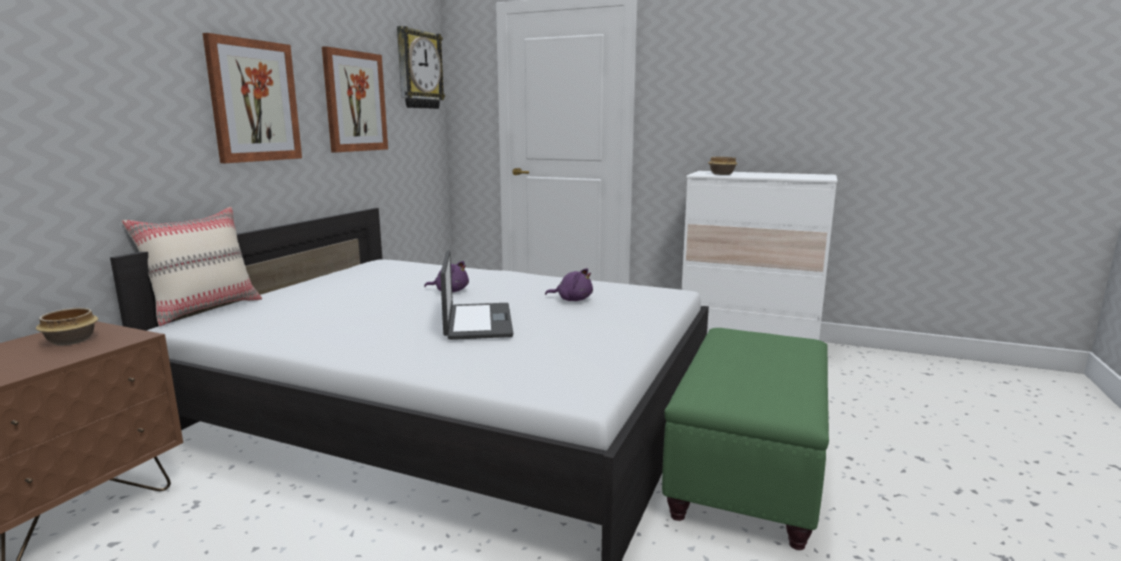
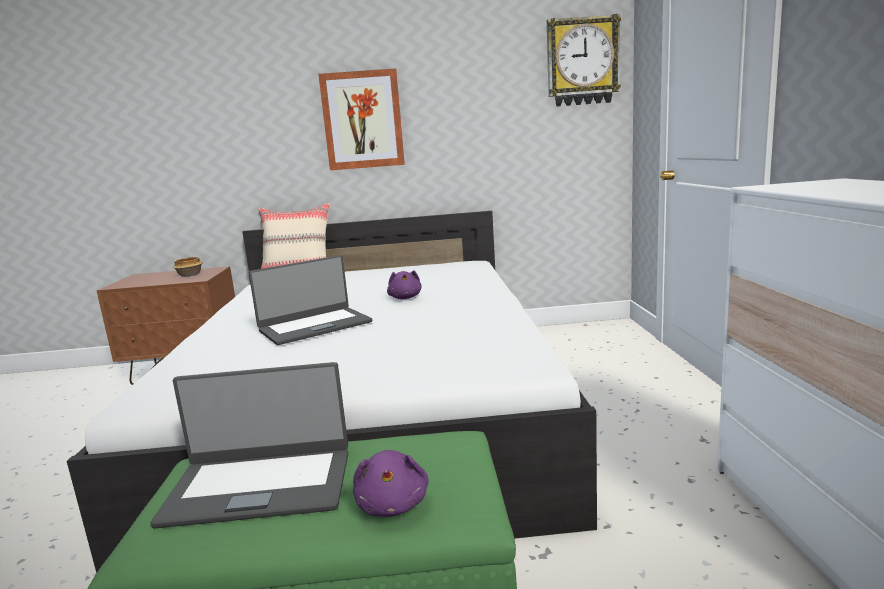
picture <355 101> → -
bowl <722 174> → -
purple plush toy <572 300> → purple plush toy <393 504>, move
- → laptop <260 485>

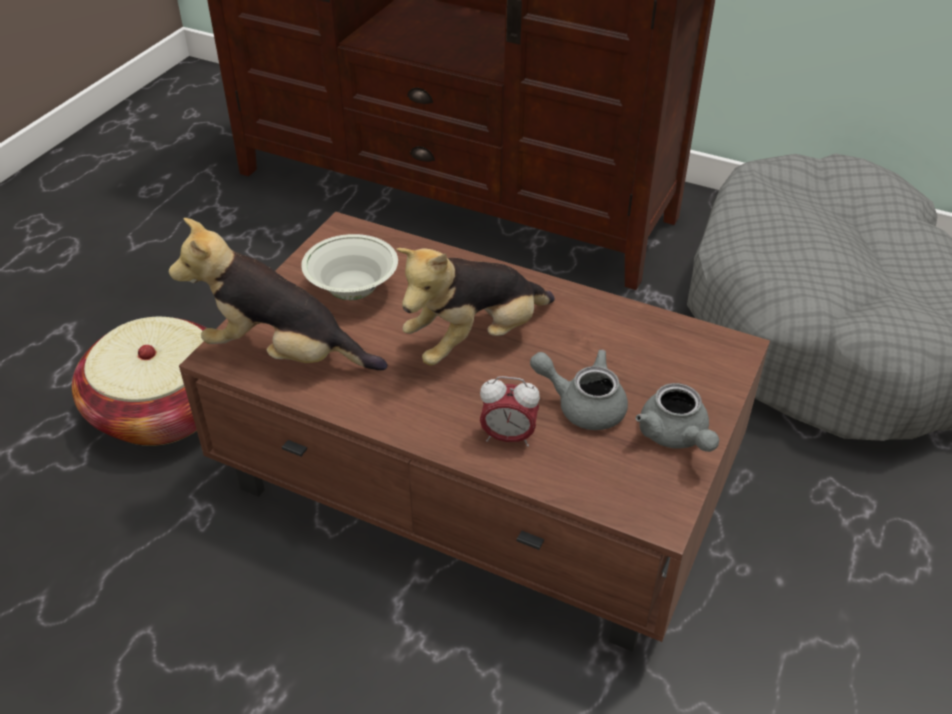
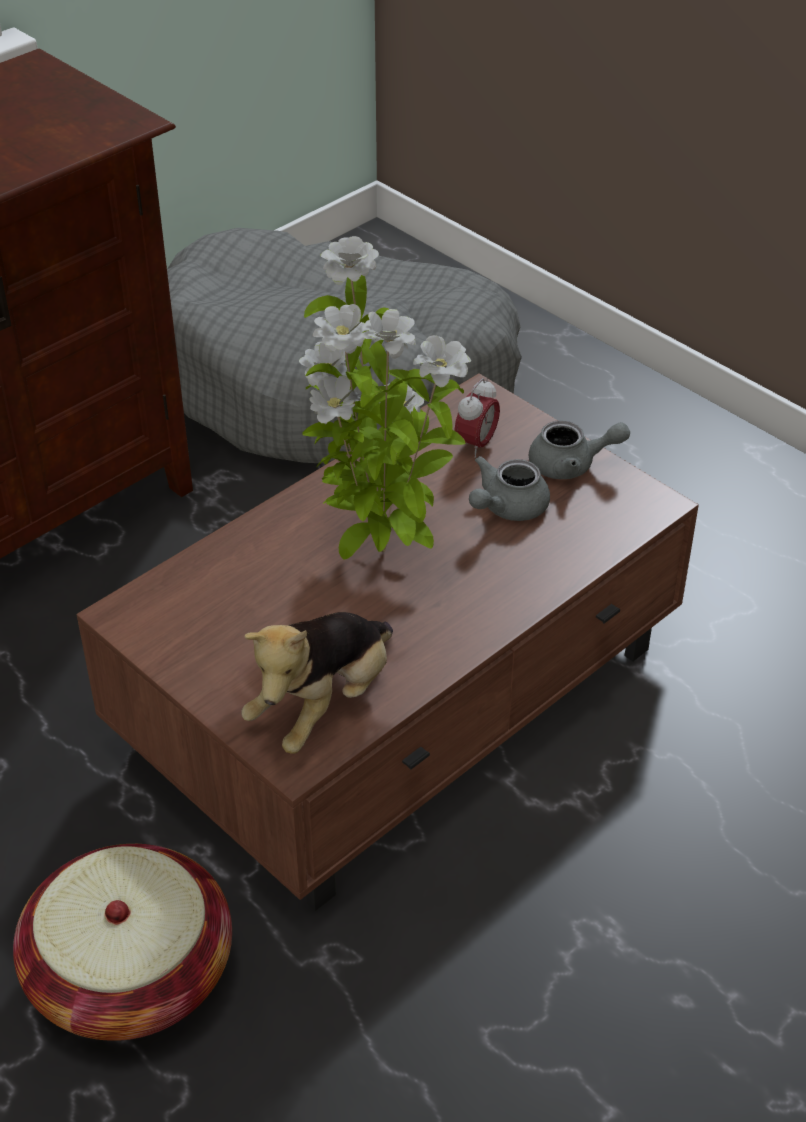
white bowl <352 291> → -
plush toy <475 340> → potted plant <379 553>
alarm clock <508 437> → alarm clock <476 444>, move

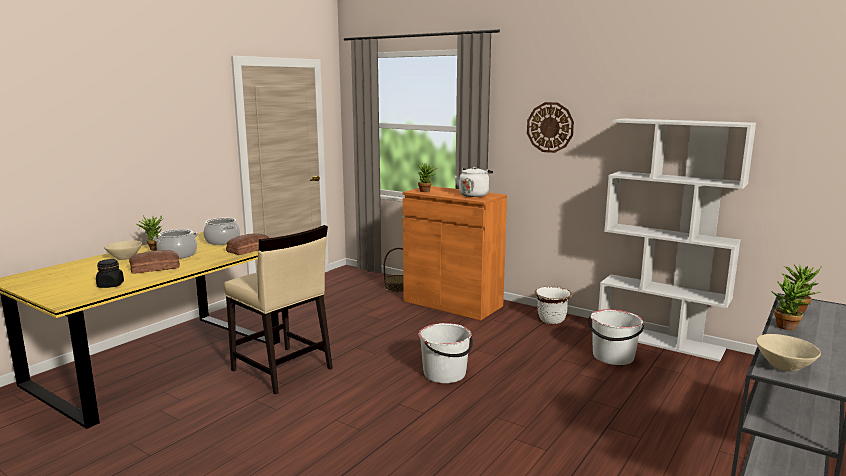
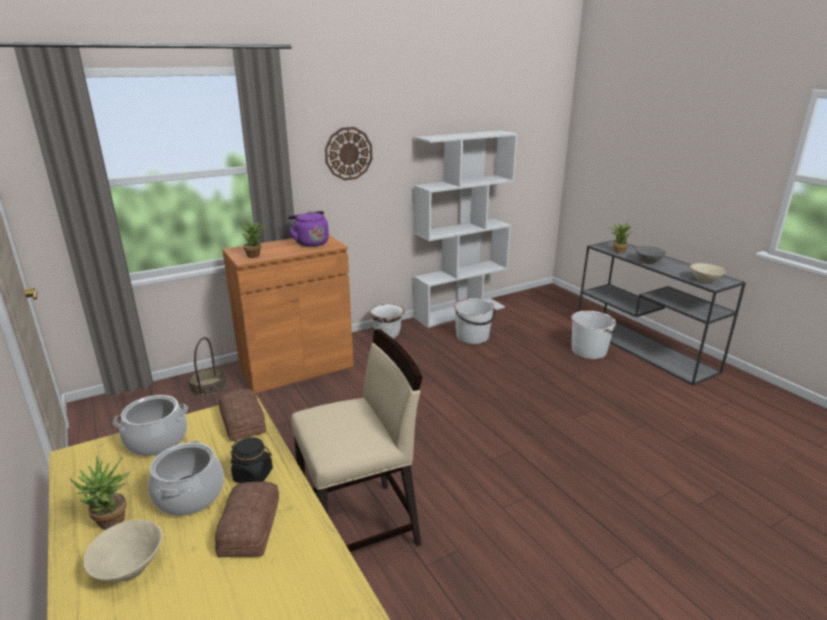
white kettle <474 195> → purple kettle <310 243>
black jar <110 285> → black jar <253 475>, move
potted plant <788 328> → grey bowl <648 262>
white bucket <445 374> → white bucket <589 351>, move

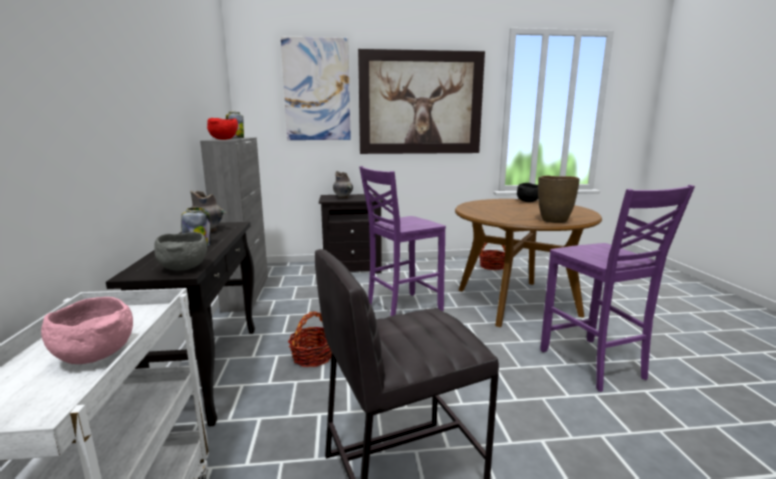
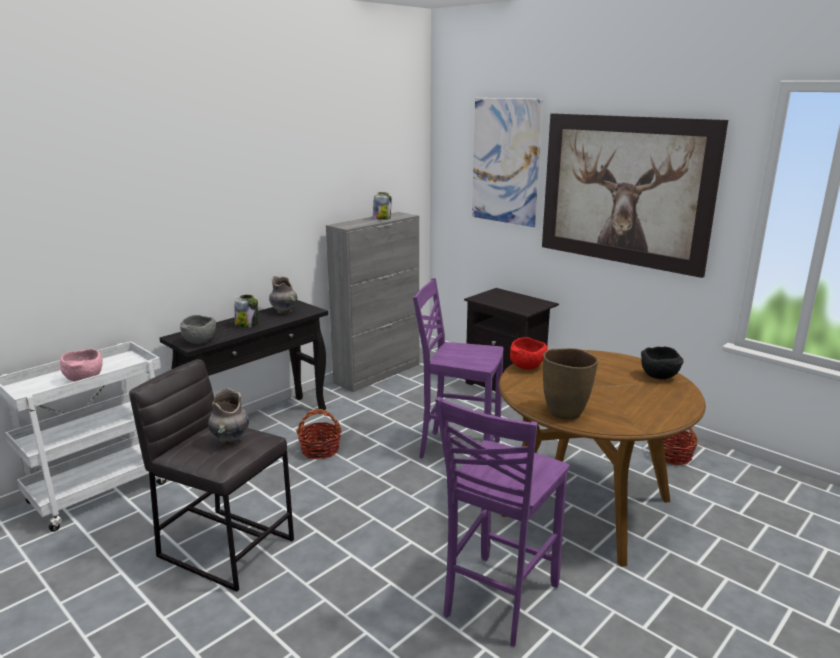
red bowl <224 139> → red bowl <527 367>, move
grey vase <343 197> → grey vase <230 440>, move

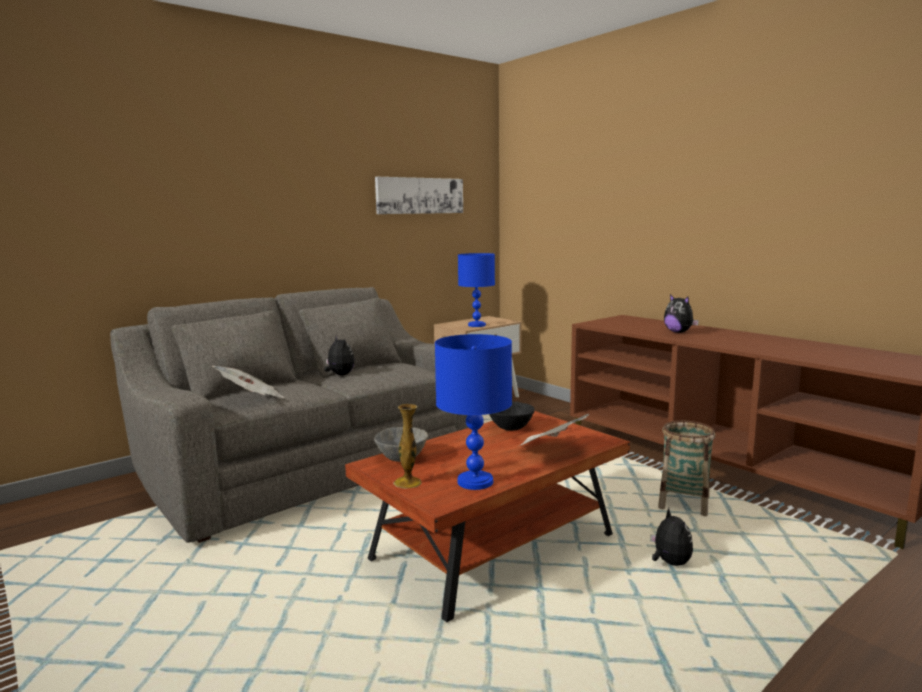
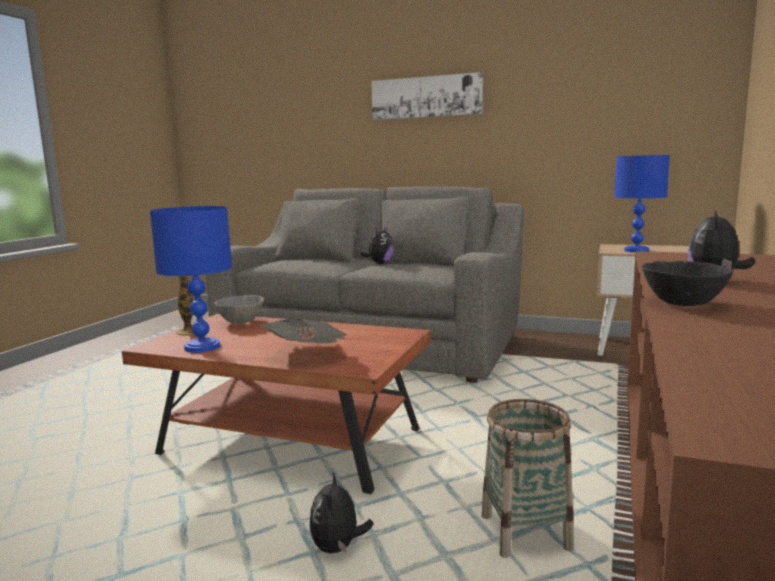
picture <420 195> → picture <426 97>, move
newspaper <252 399> → -
black bowl <511 428> → black bowl <683 303>, move
plush toy <669 563> → plush toy <338 547>, 135 degrees clockwise

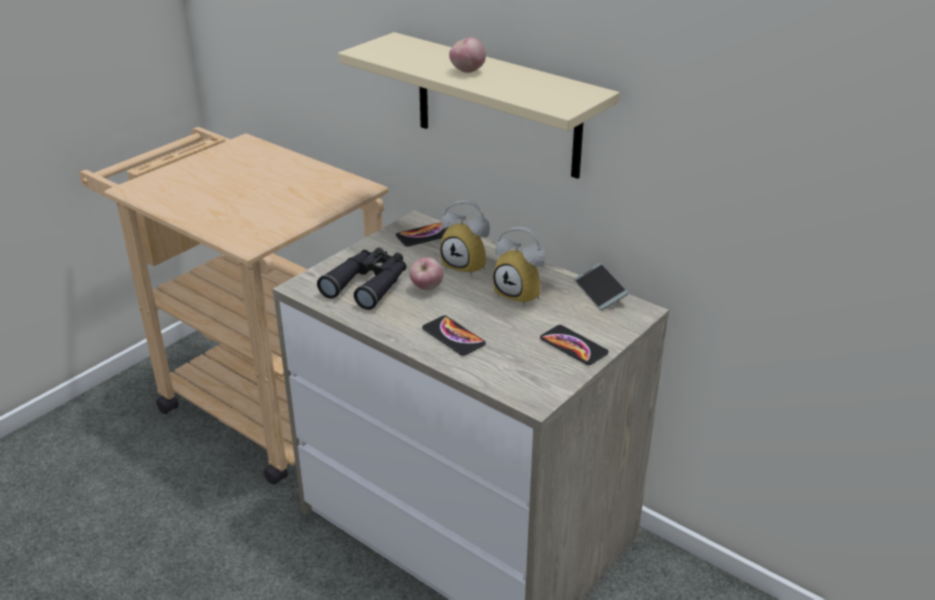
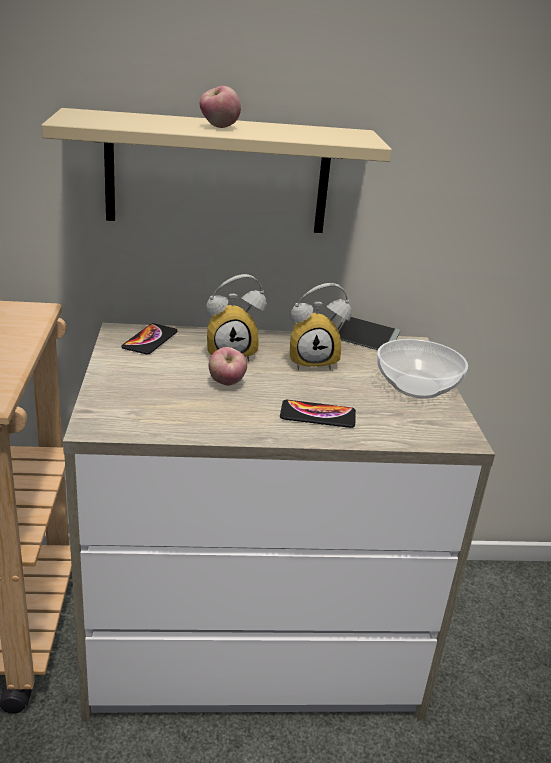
black binoculars <368 284> → -
phone <573 346> → bowl <415 386>

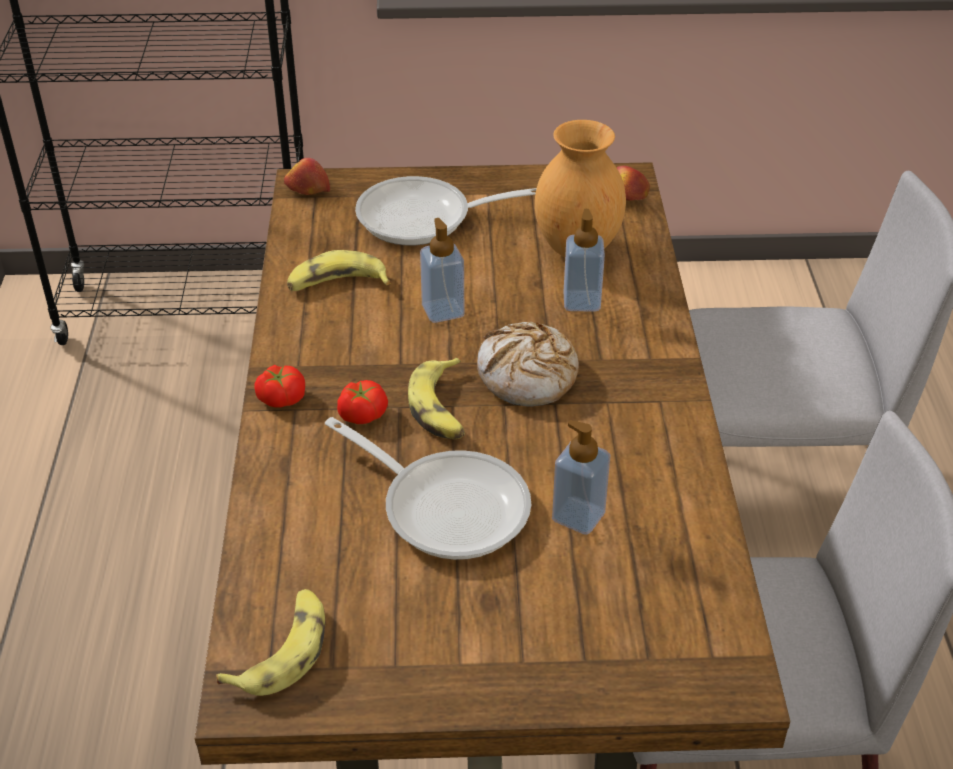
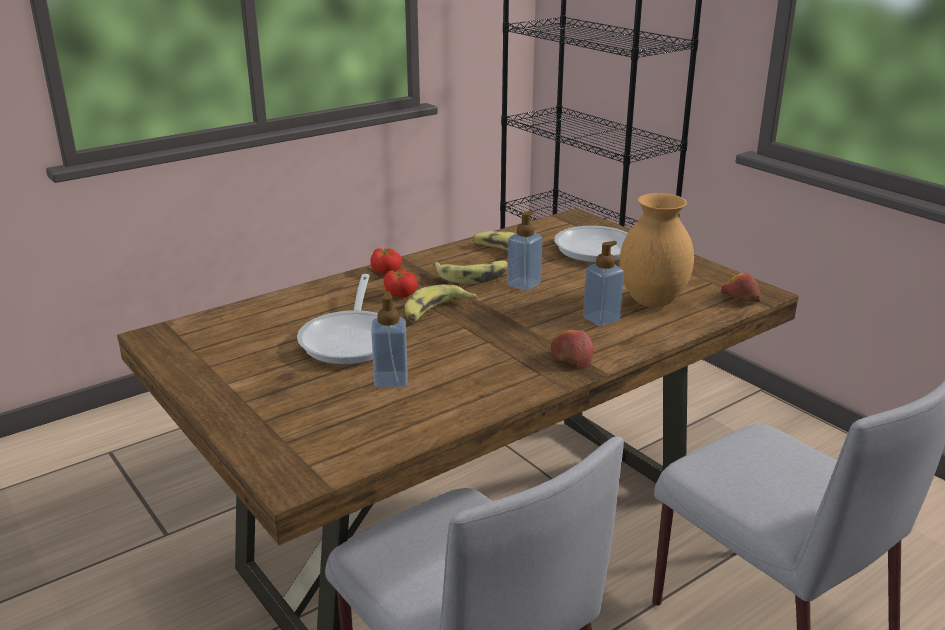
apple <307 189> → apple <571 358>, move
bread <527 376> → -
banana <282 651> → banana <472 276>, move

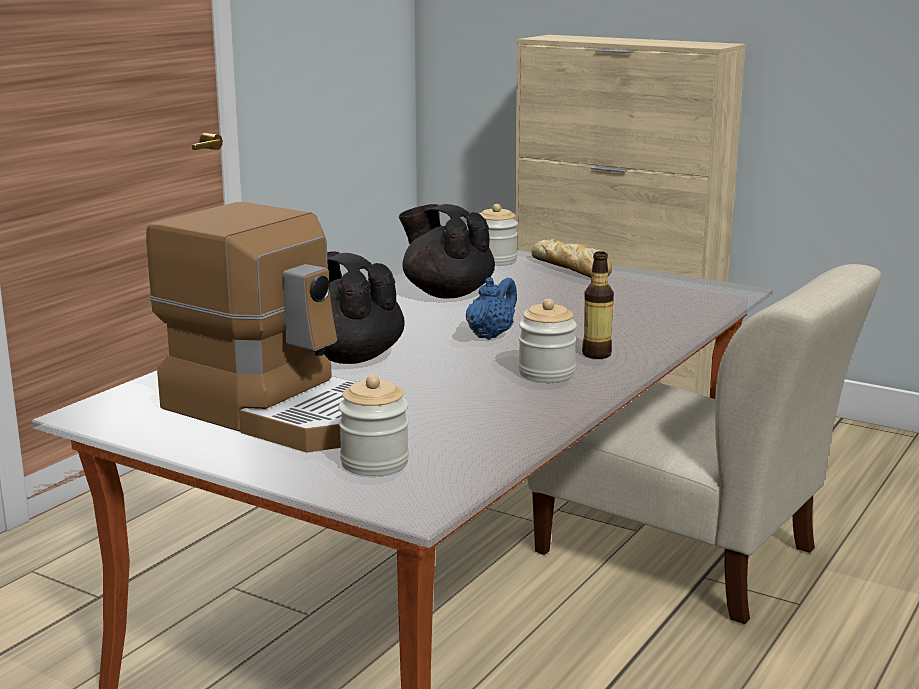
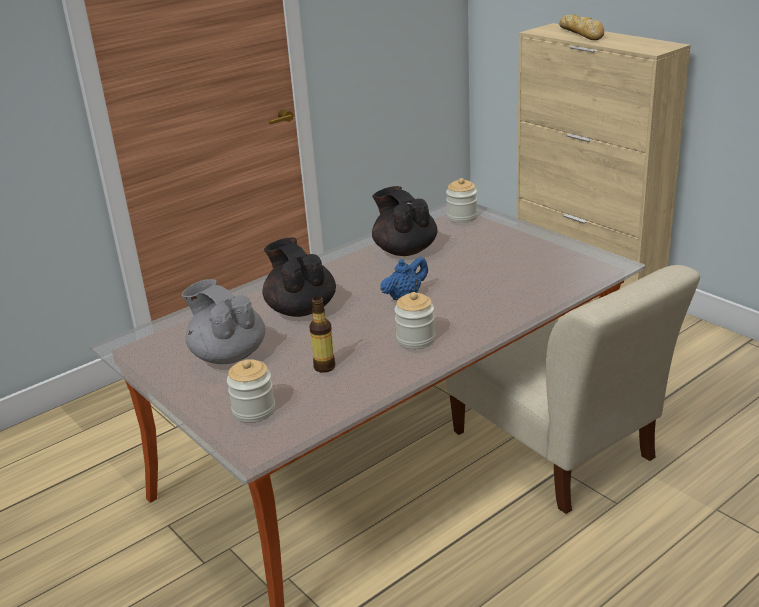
coffee machine <279 410> → grey teapot <228 355>
bread <572 268> → bread <581 34>, move
bottle <596 354> → bottle <324 367>, move

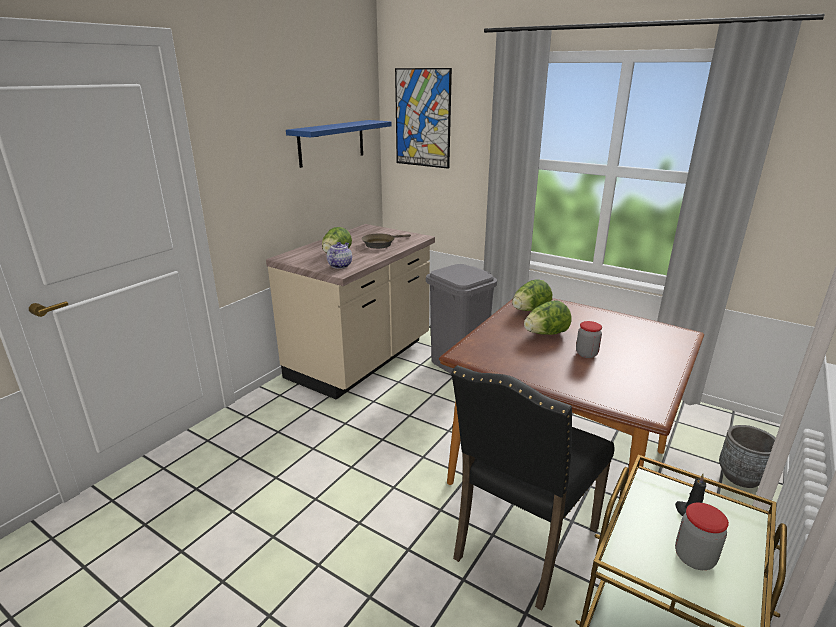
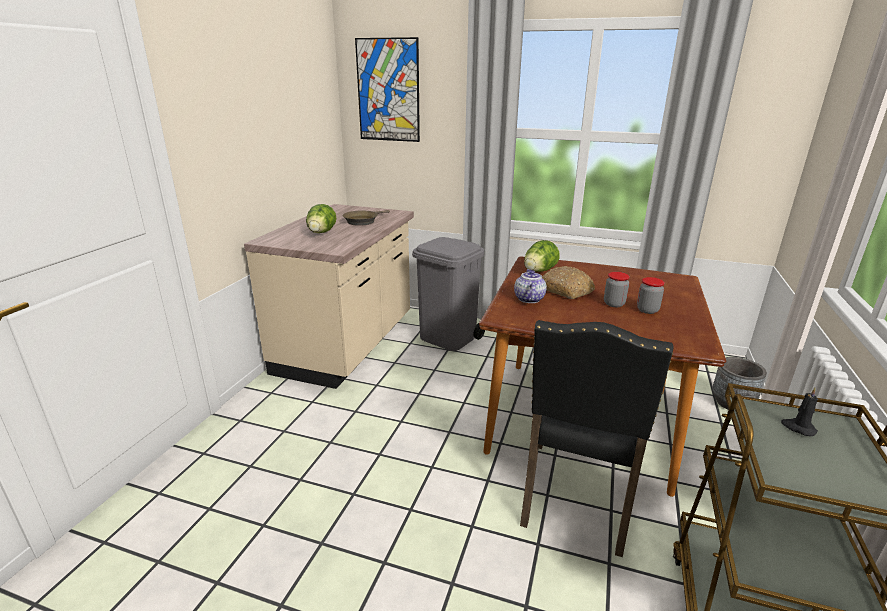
blue shelf <331 142> → -
teapot <340 265> → teapot <528 299>, move
lettuce <546 334> → bread <566 290>
jar <694 557> → jar <647 310>, move

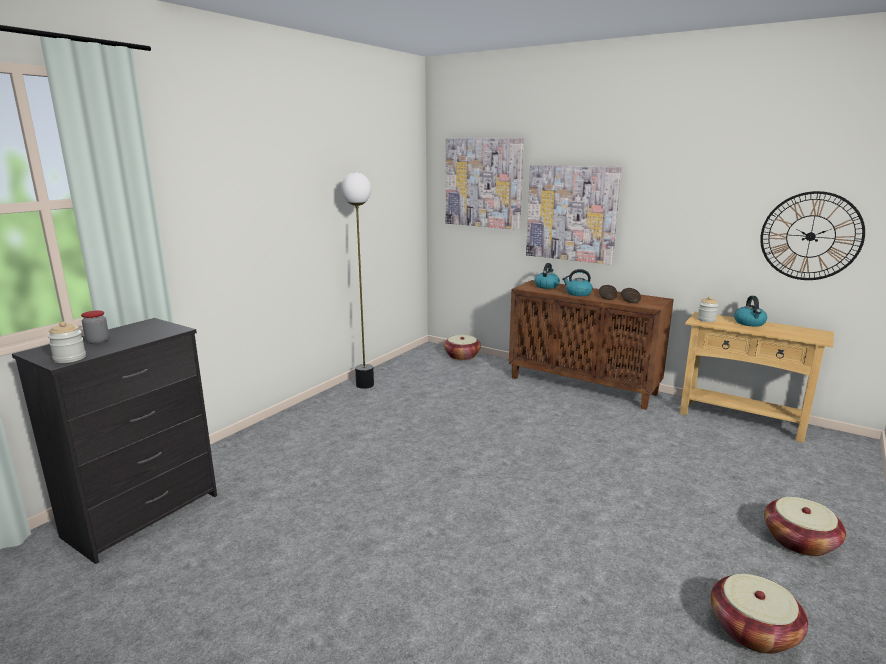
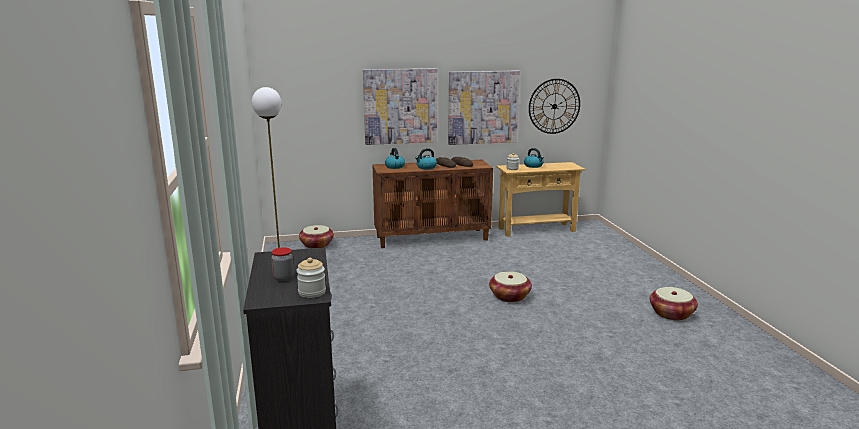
picture <483 183> → picture <483 107>, move
basket <799 541> → basket <509 296>, move

